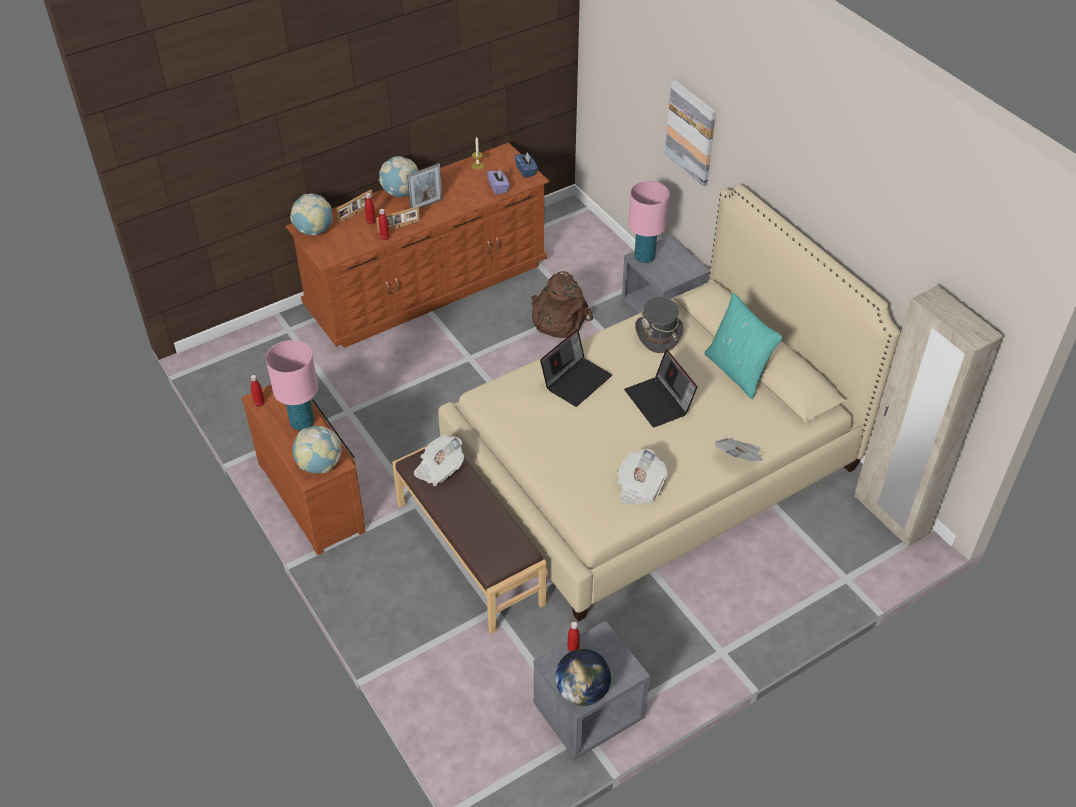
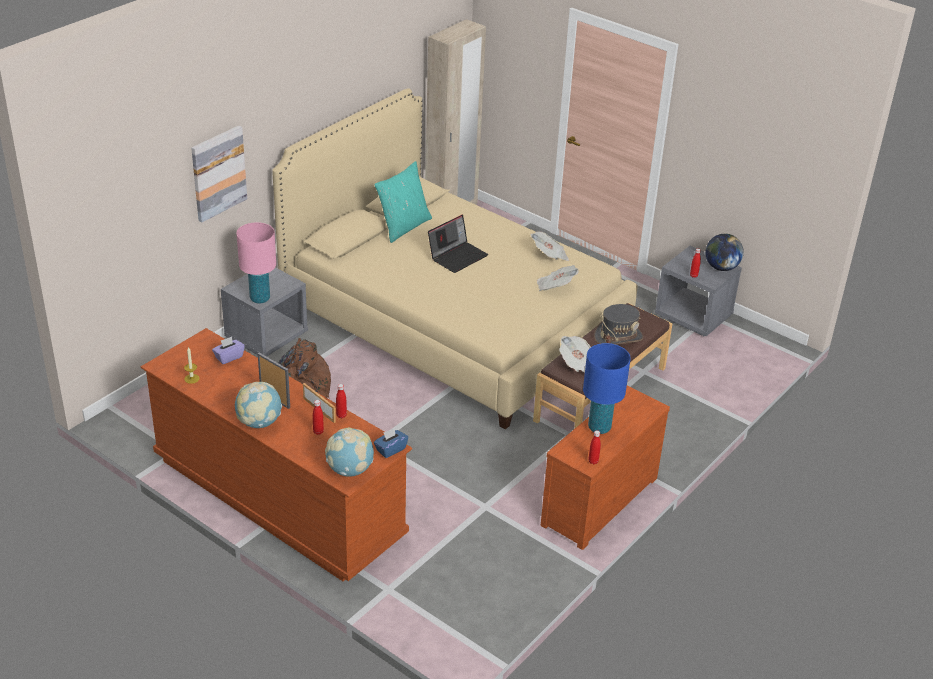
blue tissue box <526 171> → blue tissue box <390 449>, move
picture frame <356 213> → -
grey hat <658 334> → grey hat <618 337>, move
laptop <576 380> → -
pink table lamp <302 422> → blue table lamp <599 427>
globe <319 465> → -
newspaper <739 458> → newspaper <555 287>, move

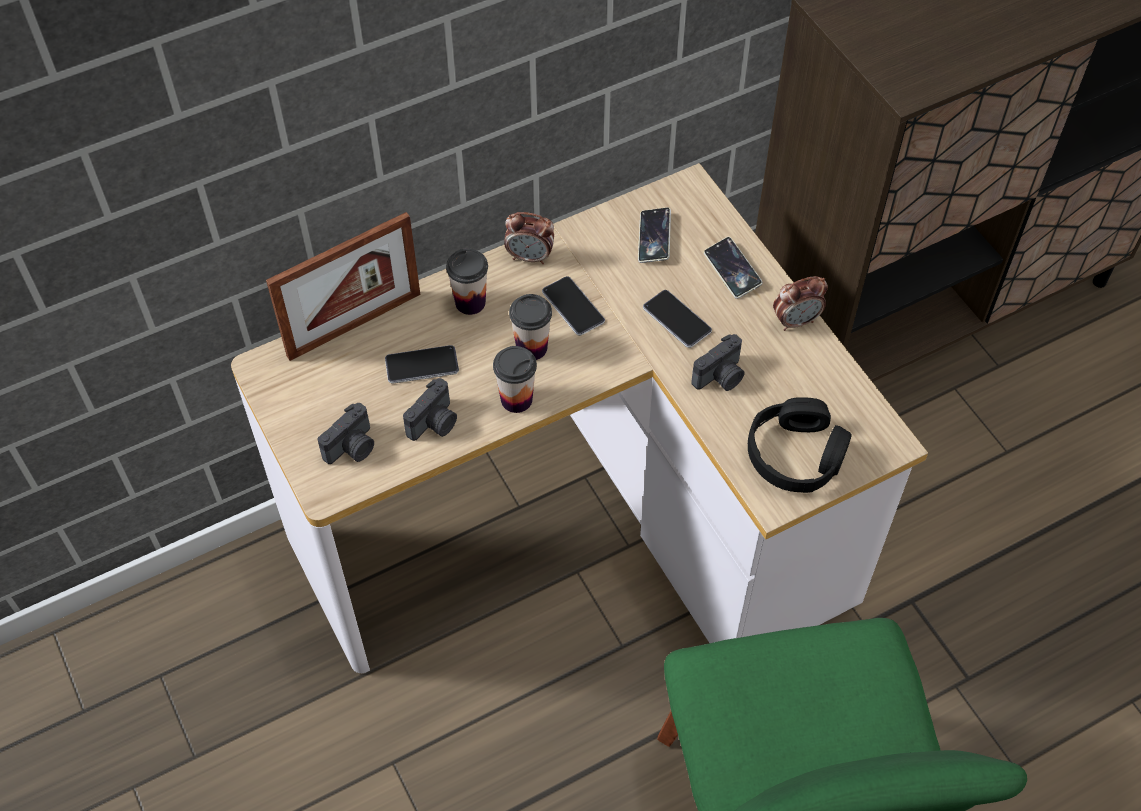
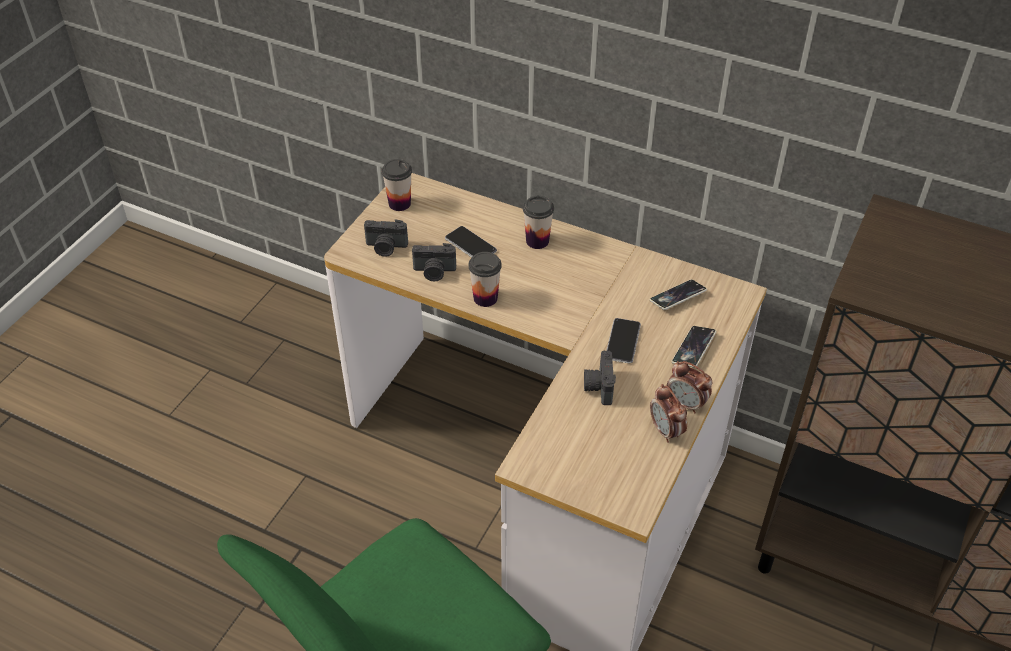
picture frame <354 325> → -
alarm clock <530 257> → alarm clock <666 431>, move
phone <573 307> → -
cup <531 347> → cup <399 203>, move
photo camera <721 377> → photo camera <598 387>, 75 degrees clockwise
black headphones <796 454> → -

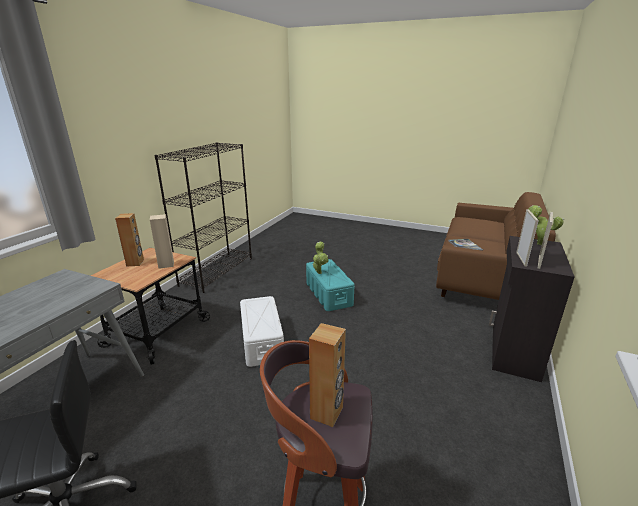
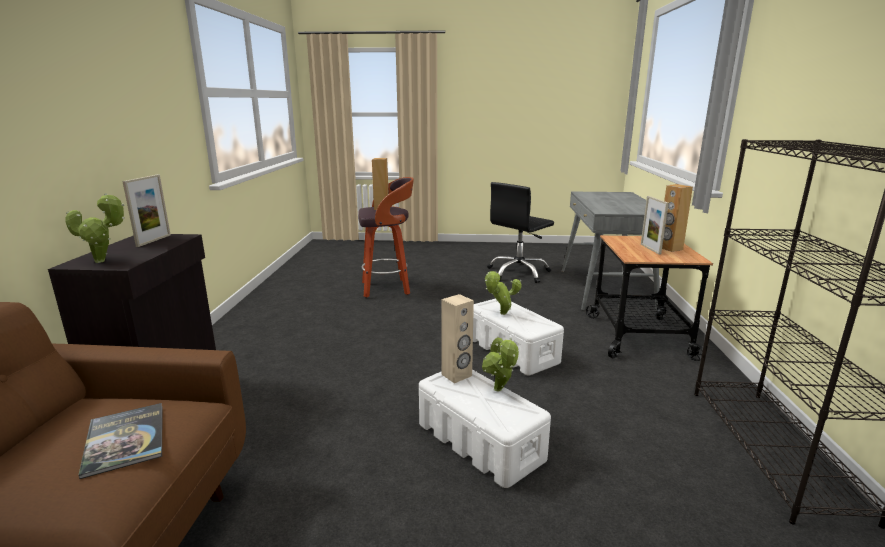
picture frame <521 259> → picture frame <650 249>, move
beige speaker <166 264> → beige speaker <457 375>, move
turquoise storage box <328 294> → white storage box <480 442>
- → potted plant <501 314>

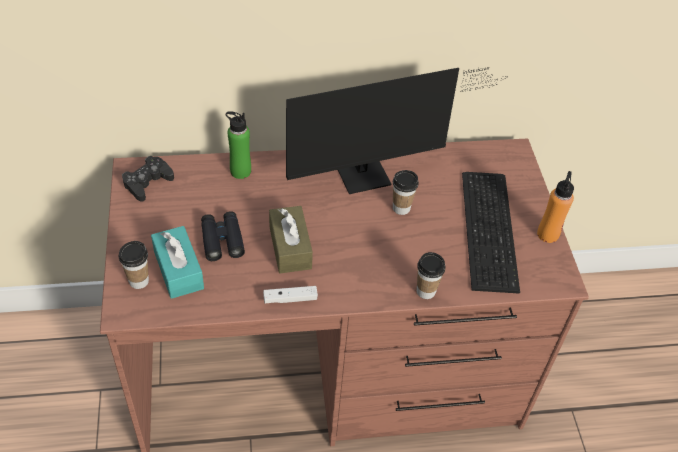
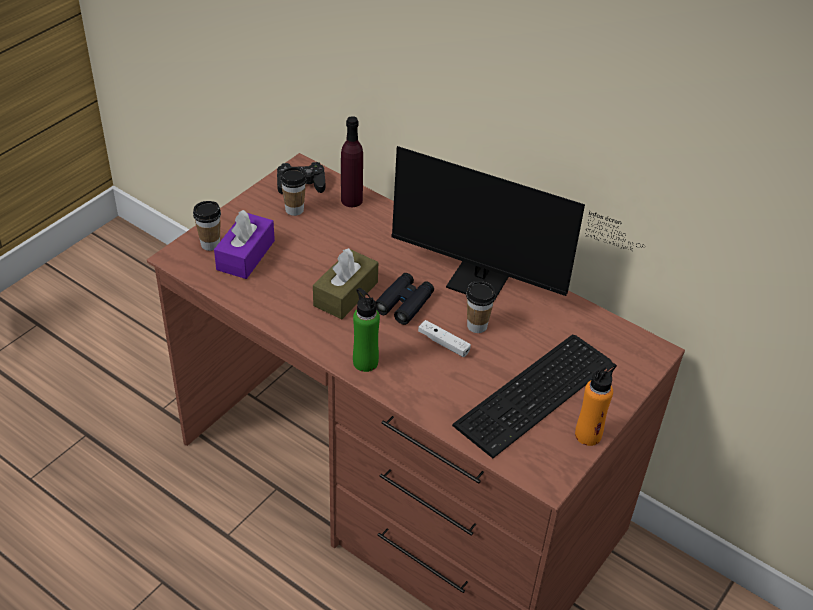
green bottle <240 171> → green bottle <365 362>, move
black binoculars <222 240> → black binoculars <404 303>, move
turquoise tissue box <178 270> → purple tissue box <245 255>
cup <426 291> → cup <294 210>, move
white game controller <290 299> → white game controller <443 343>, move
- → purple bottle <351 200>

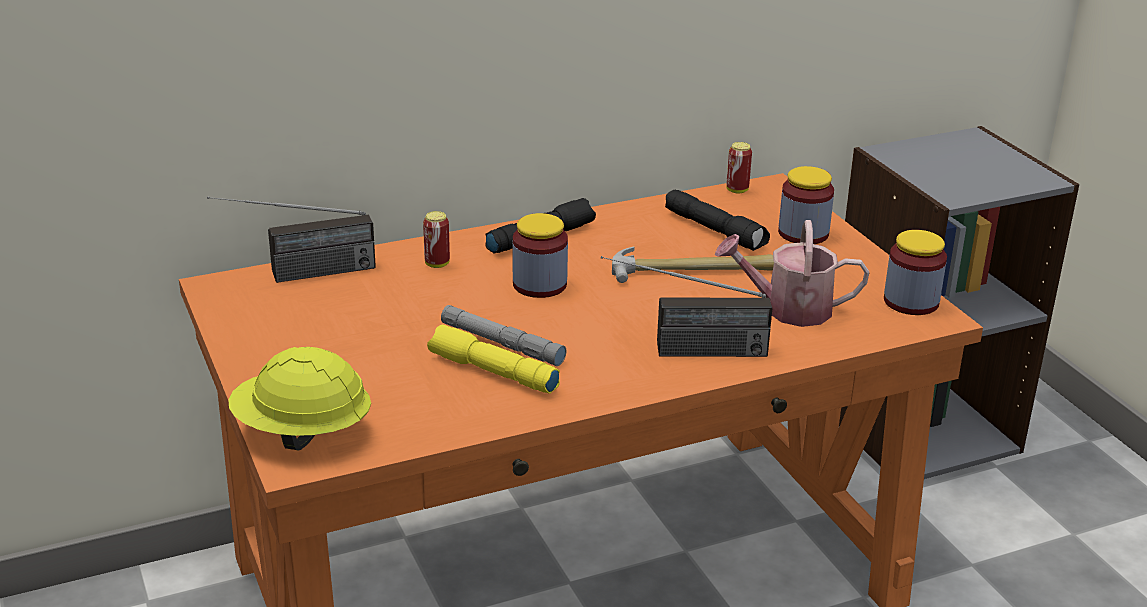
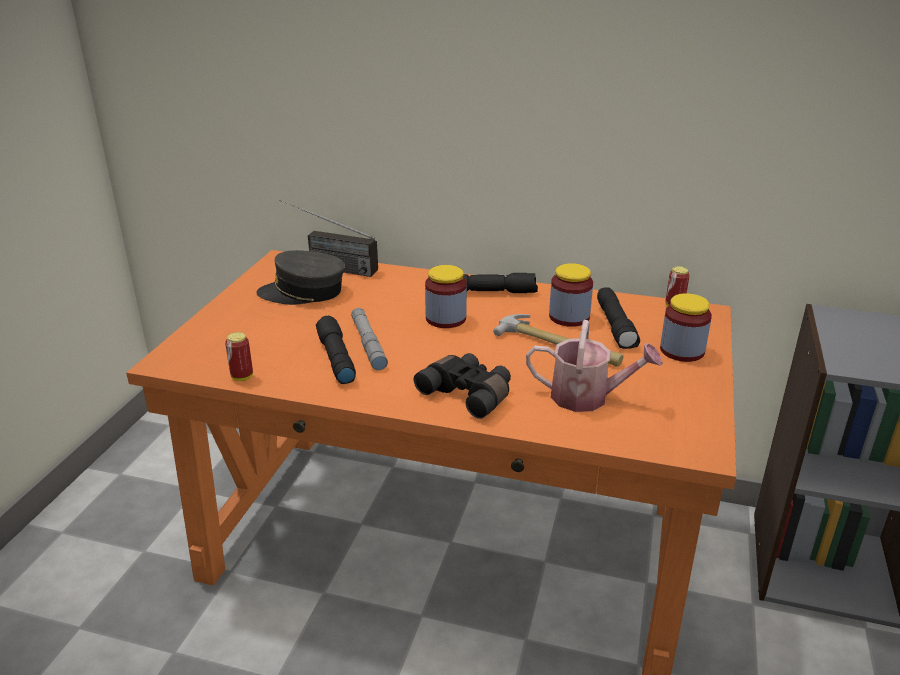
can <437 264> → can <242 377>, move
watering can <788 309> → watering can <588 397>, 150 degrees clockwise
jar <911 302> → jar <569 317>, move
radio <682 351> → black binoculars <469 394>
yellow flashlight <492 373> → black flashlight <335 358>
yellow hard hat <302 433> → -
- → grey cap <303 292>

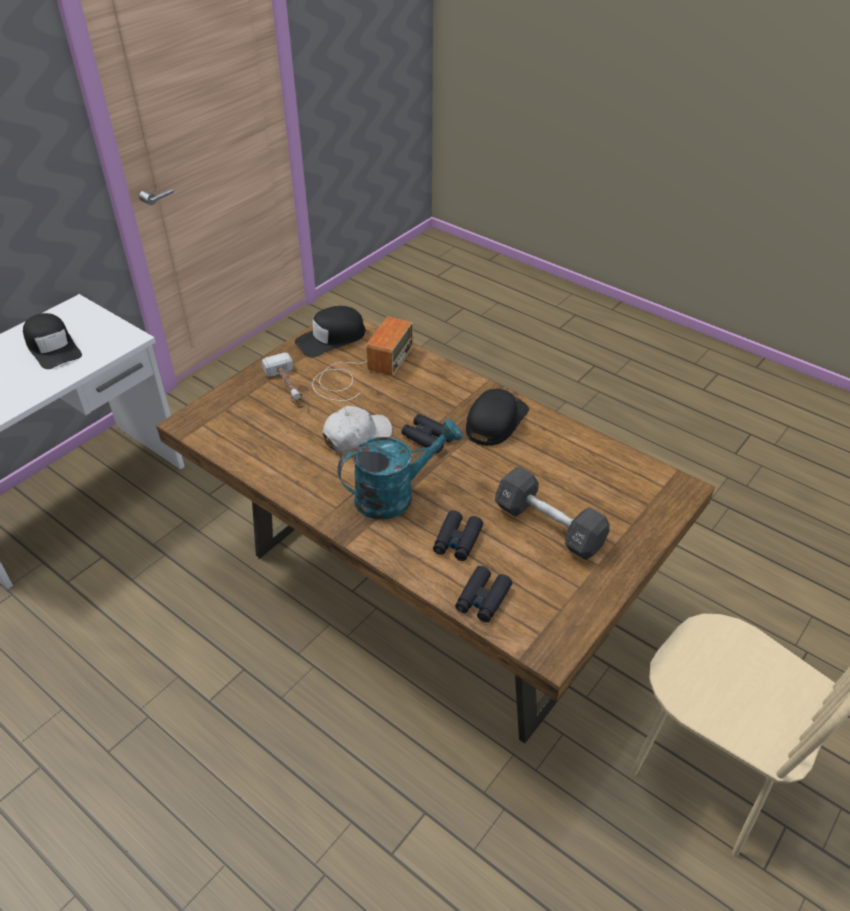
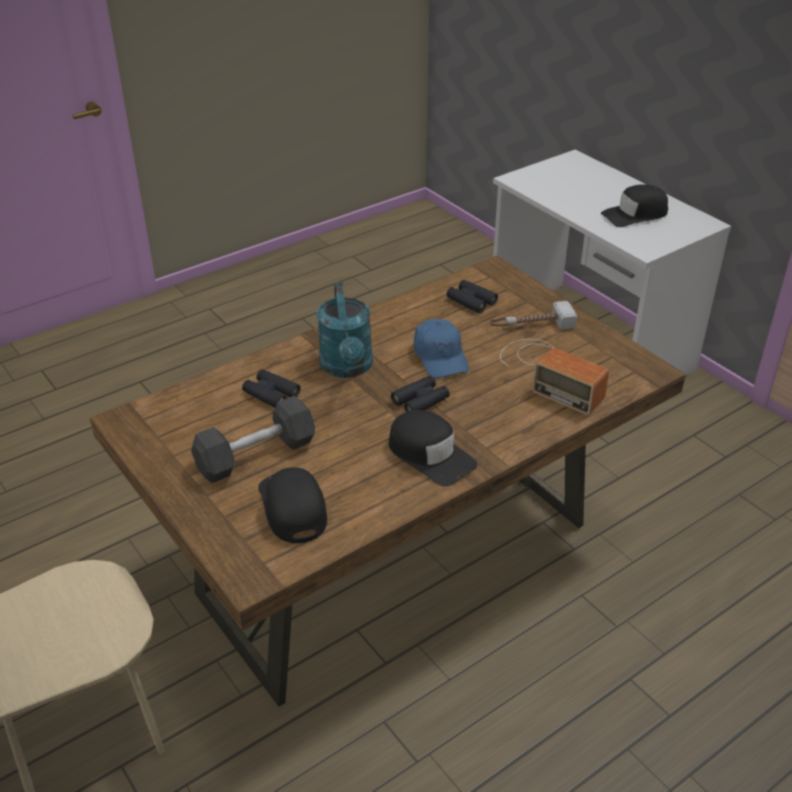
black cap <331 338> → black cap <293 508>, move
white cap <356 436> → blue cap <440 357>
black binoculars <482 599> → black binoculars <471 301>, move

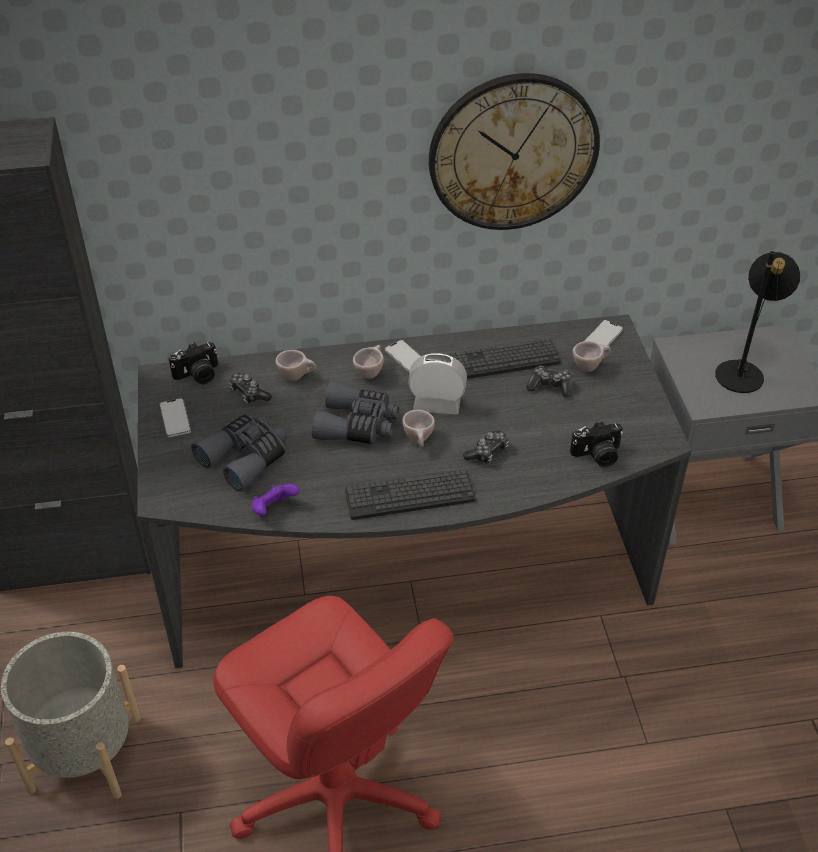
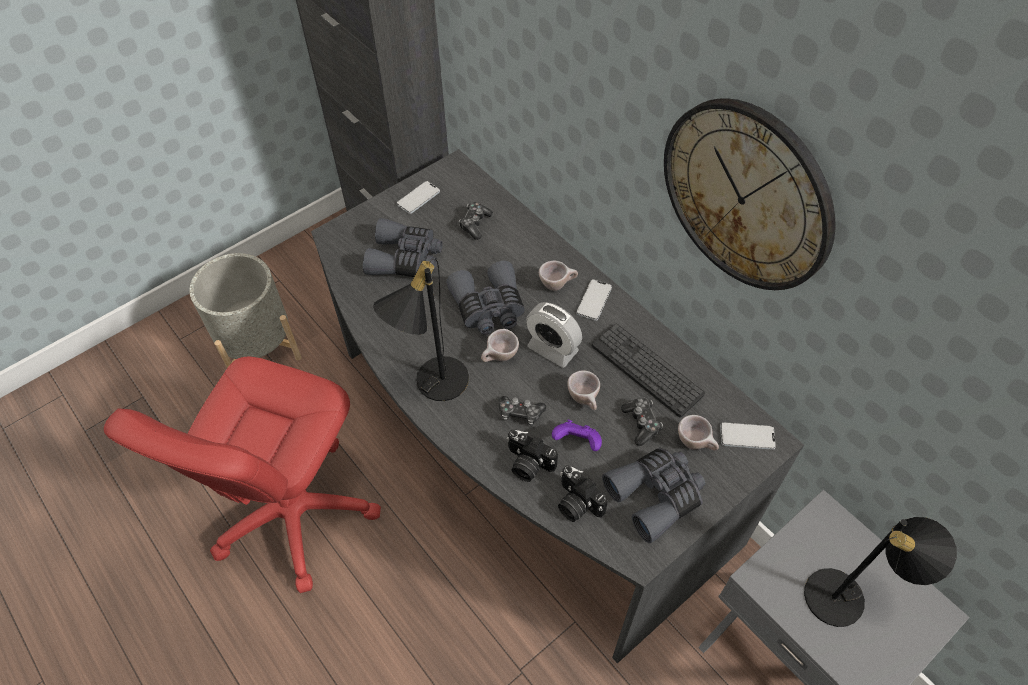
photo camera <198 375> → photo camera <527 464>, move
beige cup <297 376> → beige cup <585 400>, move
alarm clock <437 404> → alarm clock <552 349>, 150 degrees clockwise
keyboard <410 496> → black table lamp <432 382>
purple game controller <273 509> → purple game controller <577 442>, move
- → grey binoculars <656 495>

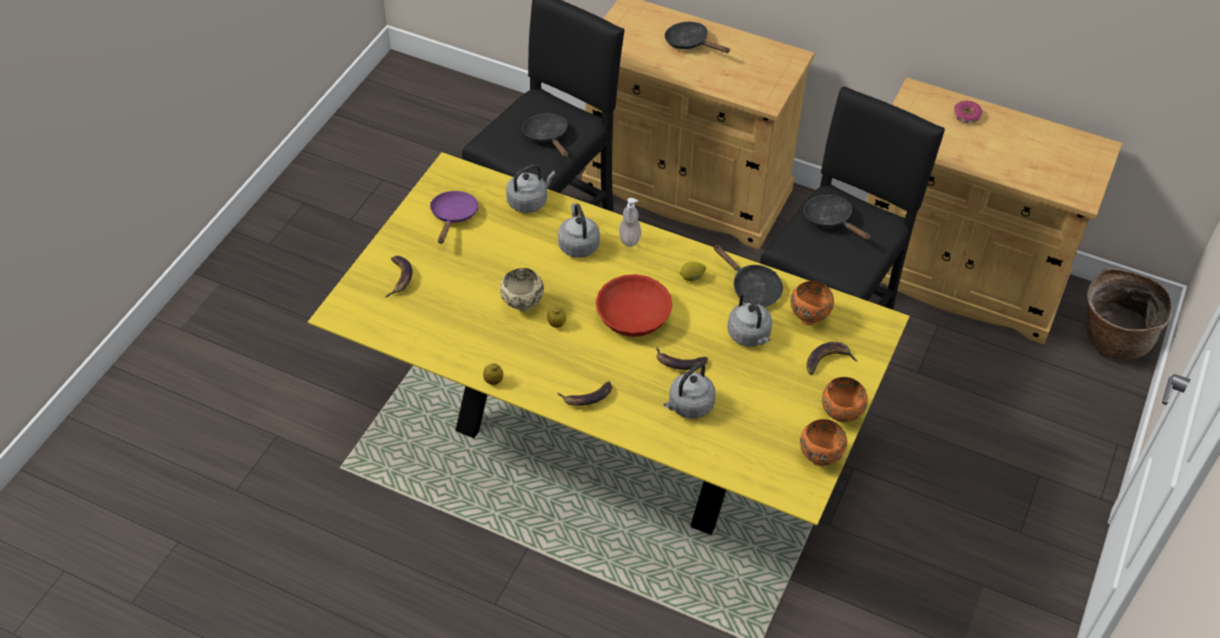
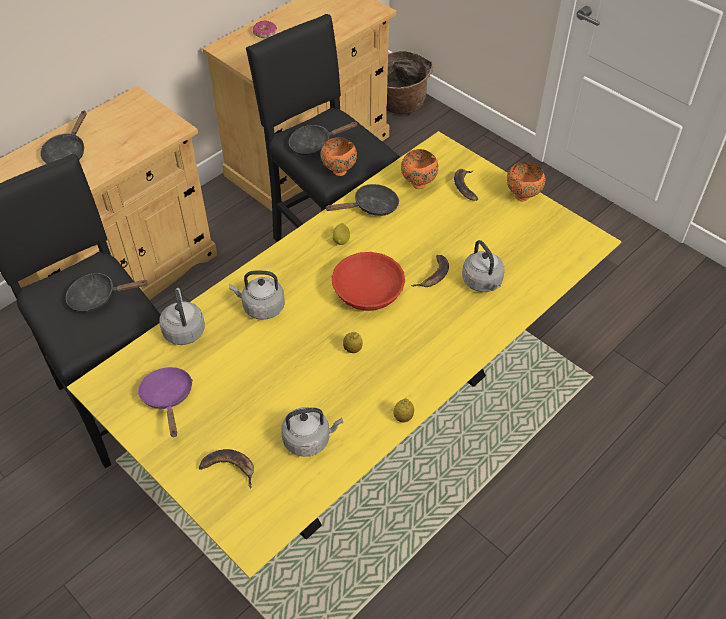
black frying pan <690 43> → black frying pan <67 153>, 45 degrees counterclockwise
purple frying pan <453 216> → purple frying pan <168 398>, 45 degrees clockwise
soap dispenser <629 239> → -
beige bowl <522 306> → -
grey kettle <750 336> → grey kettle <309 439>, move
banana <587 397> → -
orange bowl <819 457> → orange bowl <338 171>, move

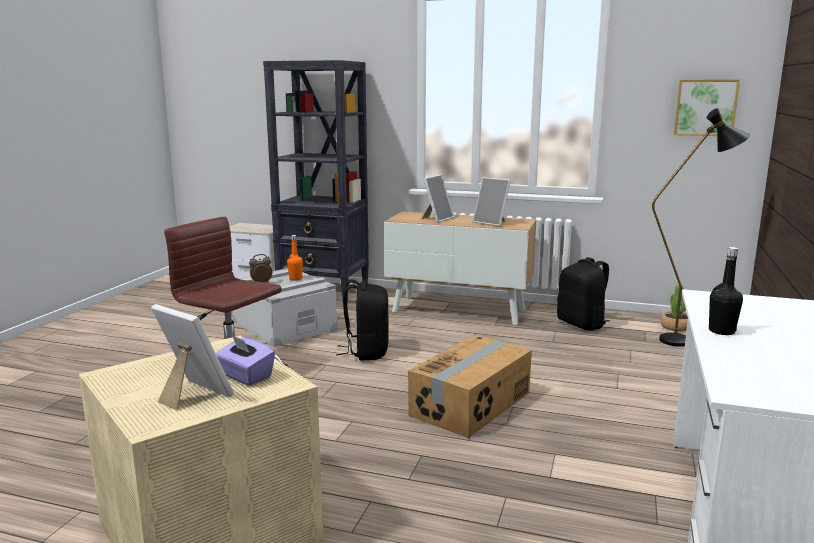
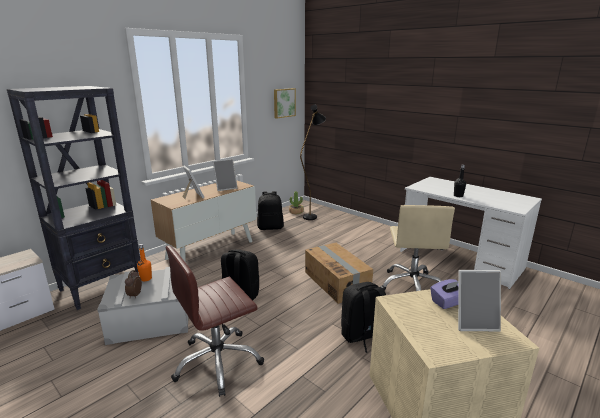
picture frame <192 395> → picture frame <474 322>, 150 degrees counterclockwise
- → beige office chair <412 286>
- → black backpack <362 336>

